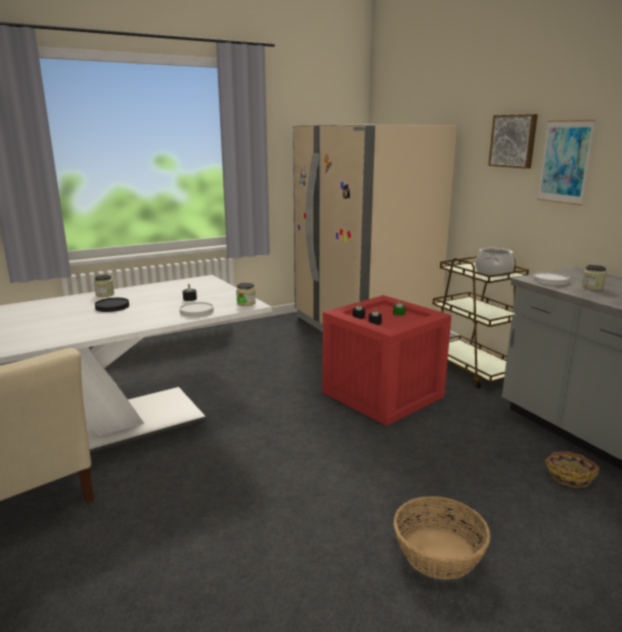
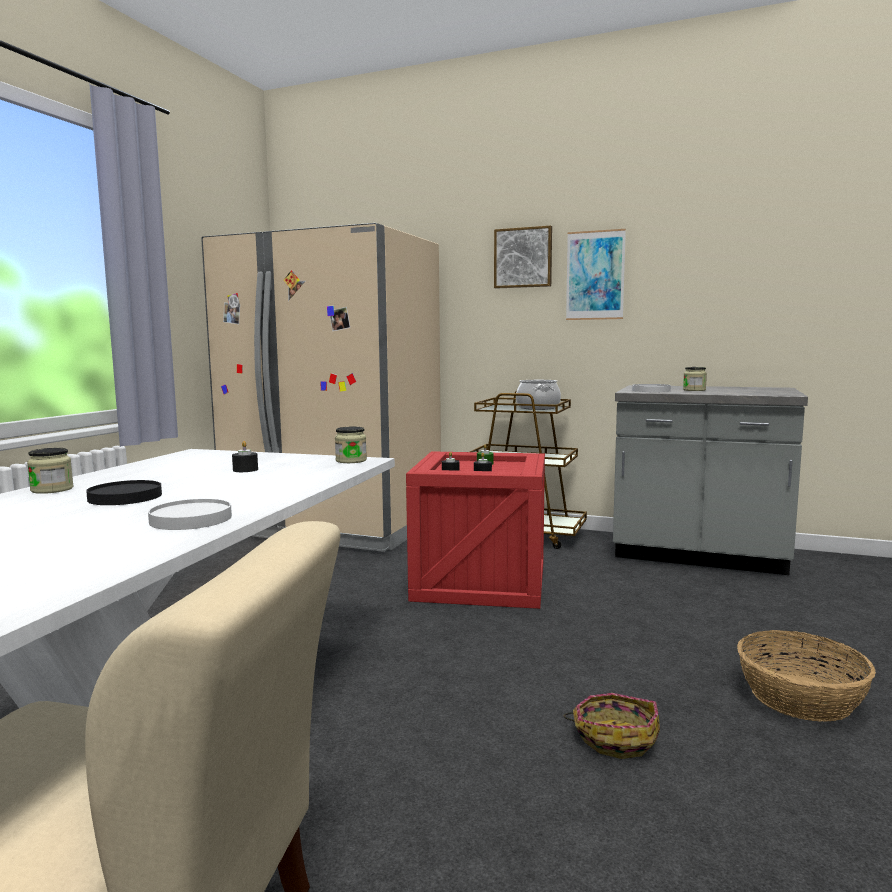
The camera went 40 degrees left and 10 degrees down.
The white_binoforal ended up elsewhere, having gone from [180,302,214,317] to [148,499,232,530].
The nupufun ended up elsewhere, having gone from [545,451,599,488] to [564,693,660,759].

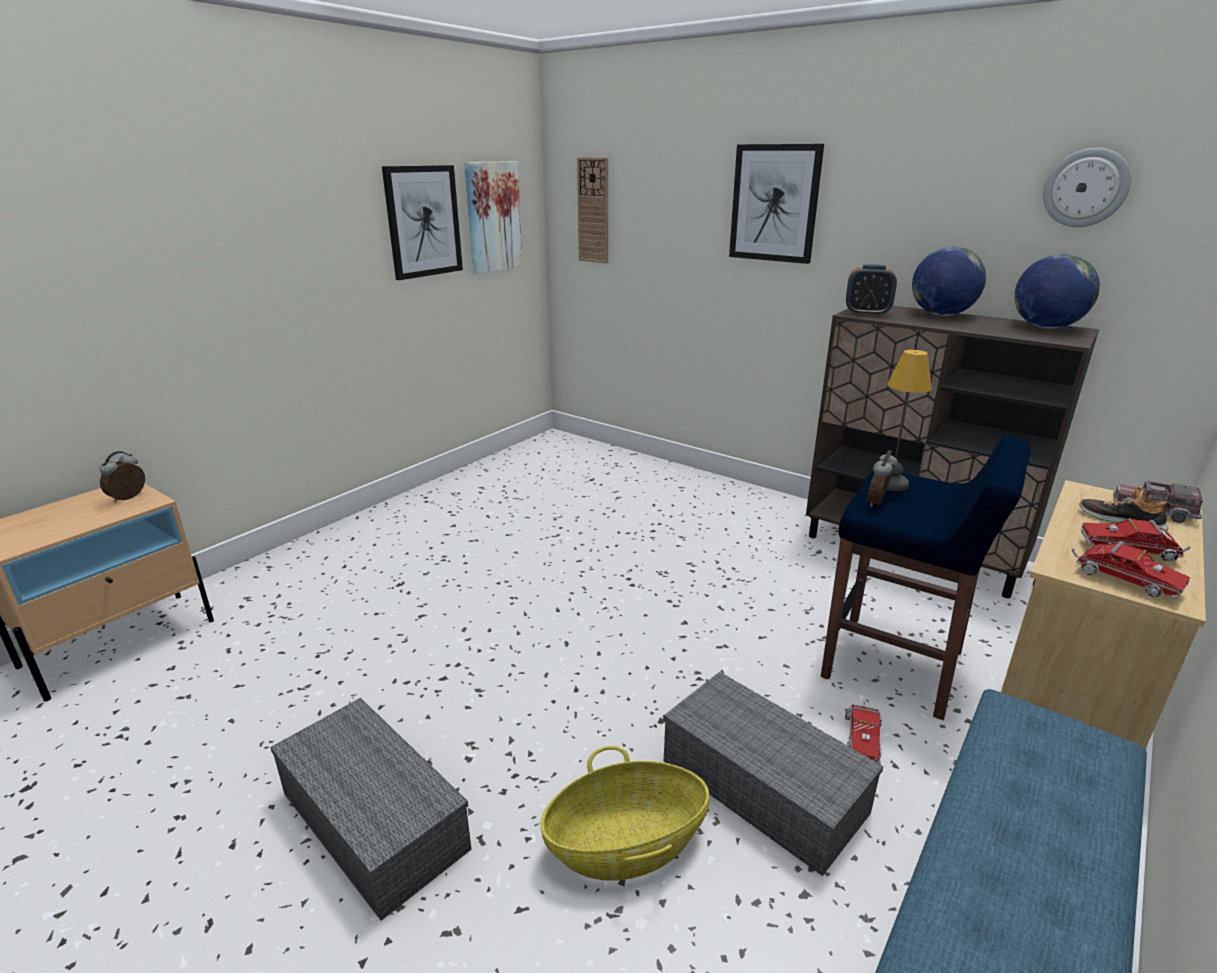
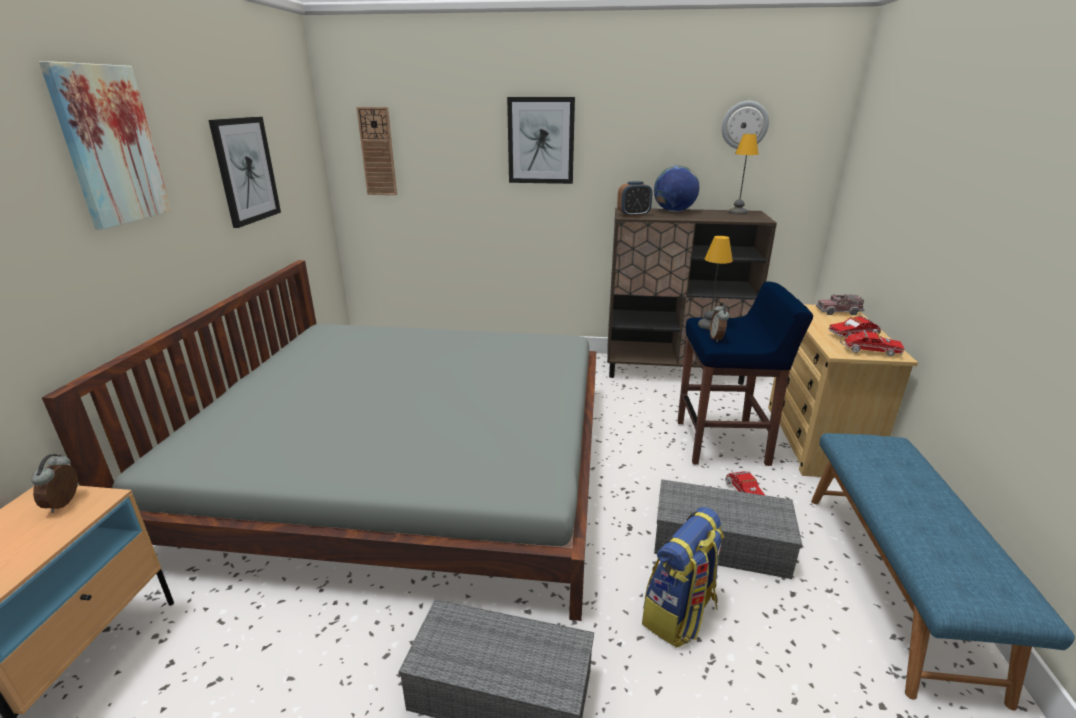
The camera went 30 degrees left and 0 degrees up.
The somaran ended up elsewhere, having gone from [464,161,523,274] to [39,61,172,230].
Where the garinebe stood at [1014,254,1100,329], the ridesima came to stand at [728,134,759,215].
The second view lost the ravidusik at [1080,487,1171,531].
Where the nupufun stood at [540,746,709,880], the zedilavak came to stand at [642,507,724,648].
The second view gained the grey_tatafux at [42,260,597,621].

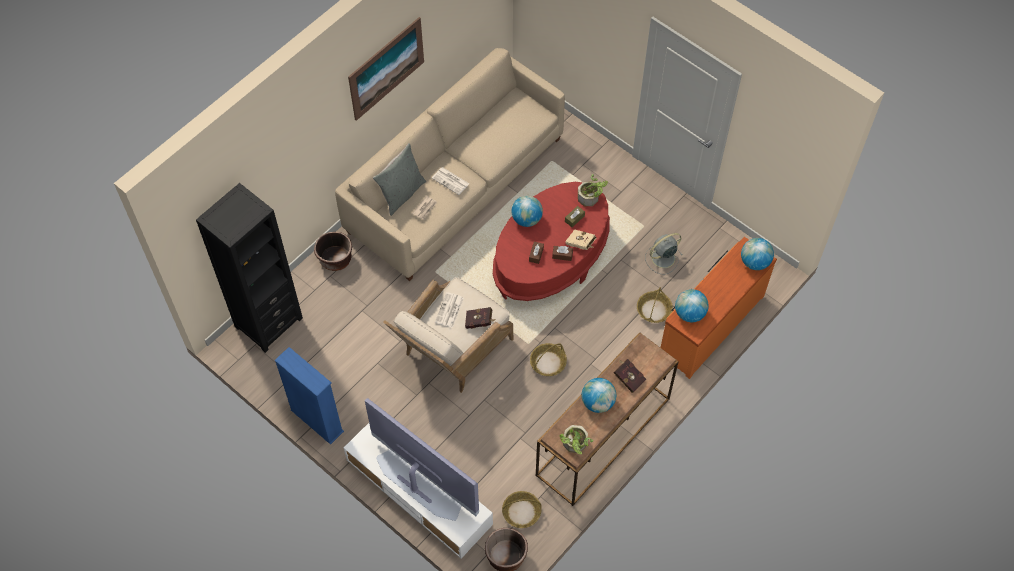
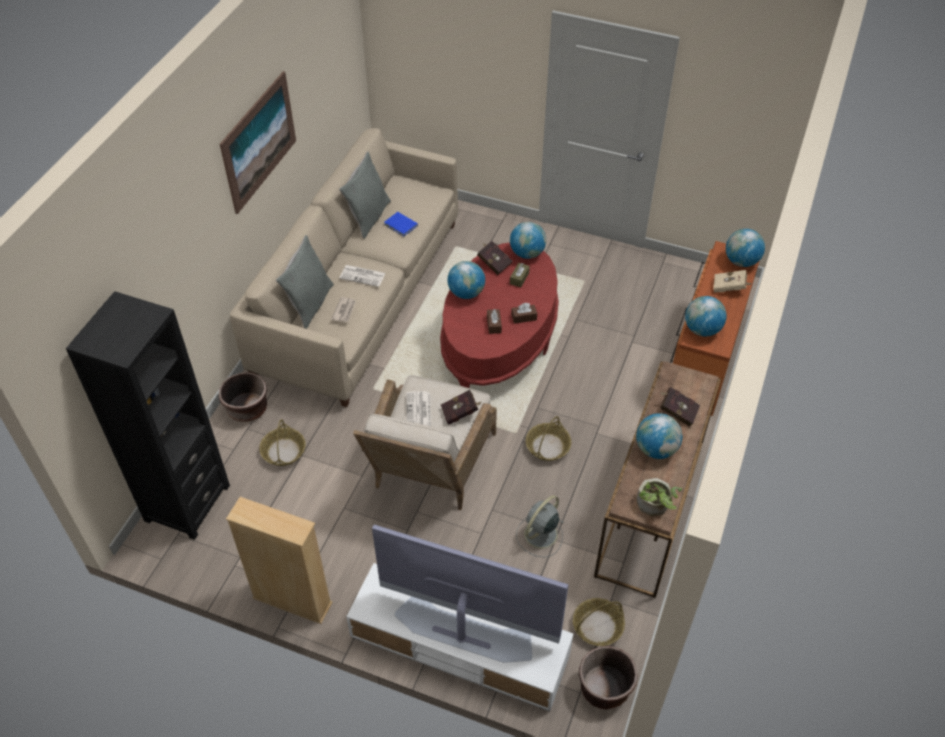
The camera went 20 degrees left and 10 degrees down.
Where the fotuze stood at [578,174,608,206], the garinebe came to stand at [510,222,546,259].
The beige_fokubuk ended up elsewhere, having gone from [565,229,596,250] to [713,270,752,293].
The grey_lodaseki ended up elsewhere, having gone from [645,233,683,275] to [516,495,564,557].
The nupufun ended up elsewhere, having gone from [637,287,673,323] to [259,419,306,466].
What was the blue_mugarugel at [275,347,344,445] turned into the beige_mugarugel at [226,497,332,624].
The second view gained the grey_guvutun at [339,152,391,239].
The second view gained the blue_fokubuk at [384,212,418,236].
The second view gained the red_fokubuk at [477,241,513,275].

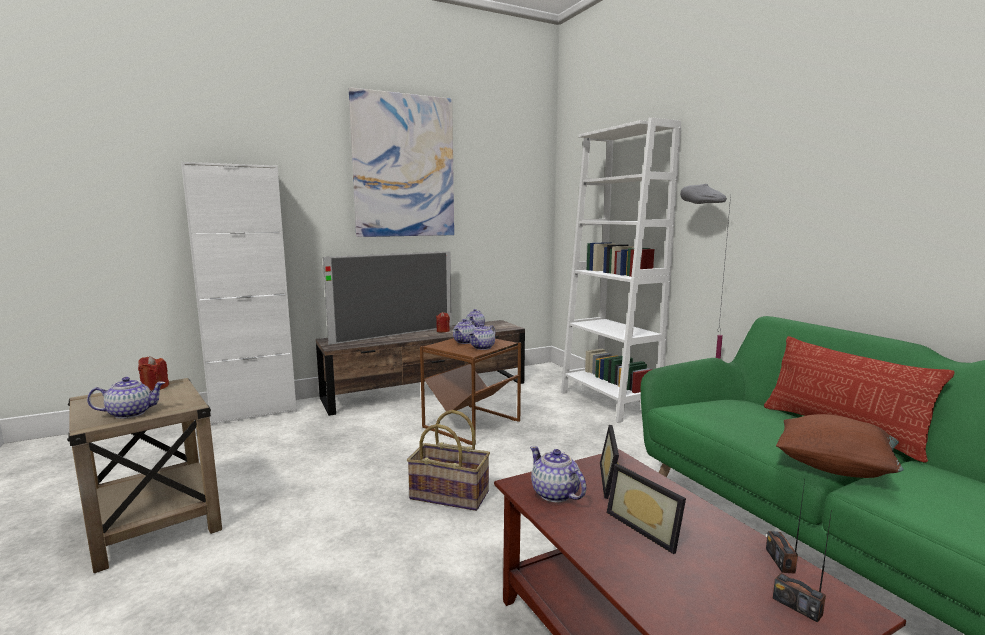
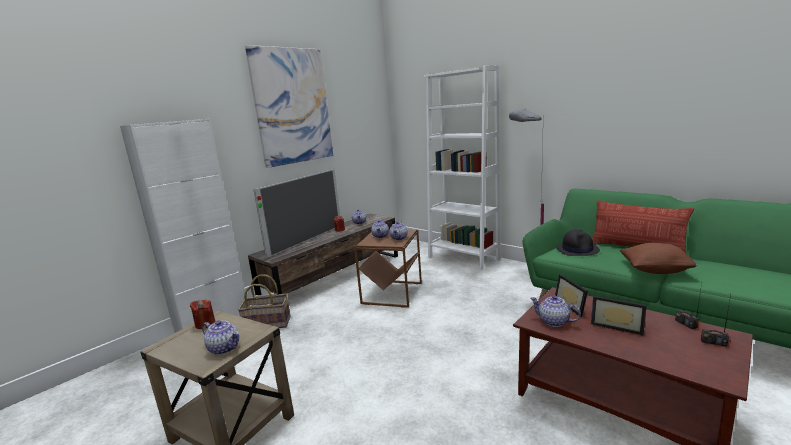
The camera went 20 degrees left and 5 degrees up.
The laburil at [87,377,165,419] ended up facing another way, 75 degrees clockwise from before.
The nupufun ended up elsewhere, having gone from [407,410,490,511] to [238,274,291,328].
The second view gained the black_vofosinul at [556,230,600,256].

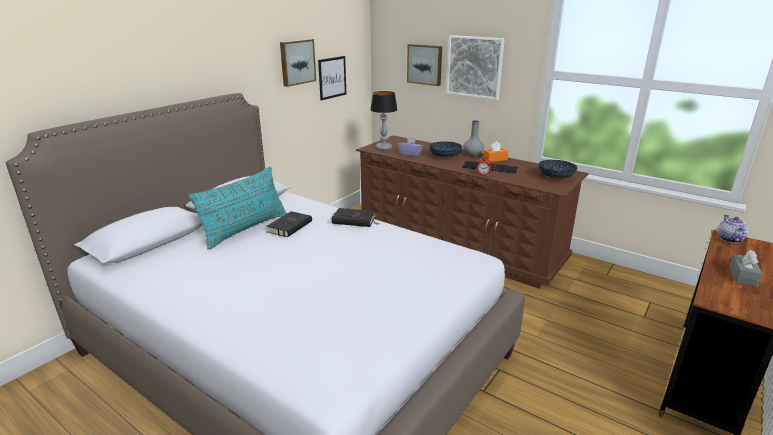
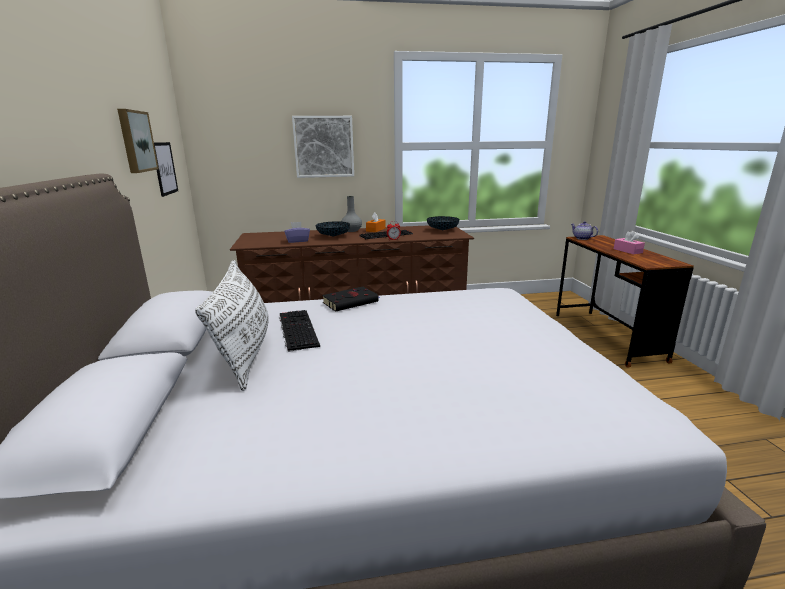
The camera went 45 degrees left and 5 degrees down.
The second view lost the somaran at [407,44,442,86].
The second view lost the ridesima at [370,91,398,150].
What was the turquoise_guvutun at [189,167,287,250] turned into the white_guvutun at [195,260,269,391].
Where the black_fokubuk stood at [266,211,312,237], the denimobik came to stand at [279,310,320,352].
What was the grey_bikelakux at [729,250,762,287] turned into the pink_bikelakux at [614,231,645,255].

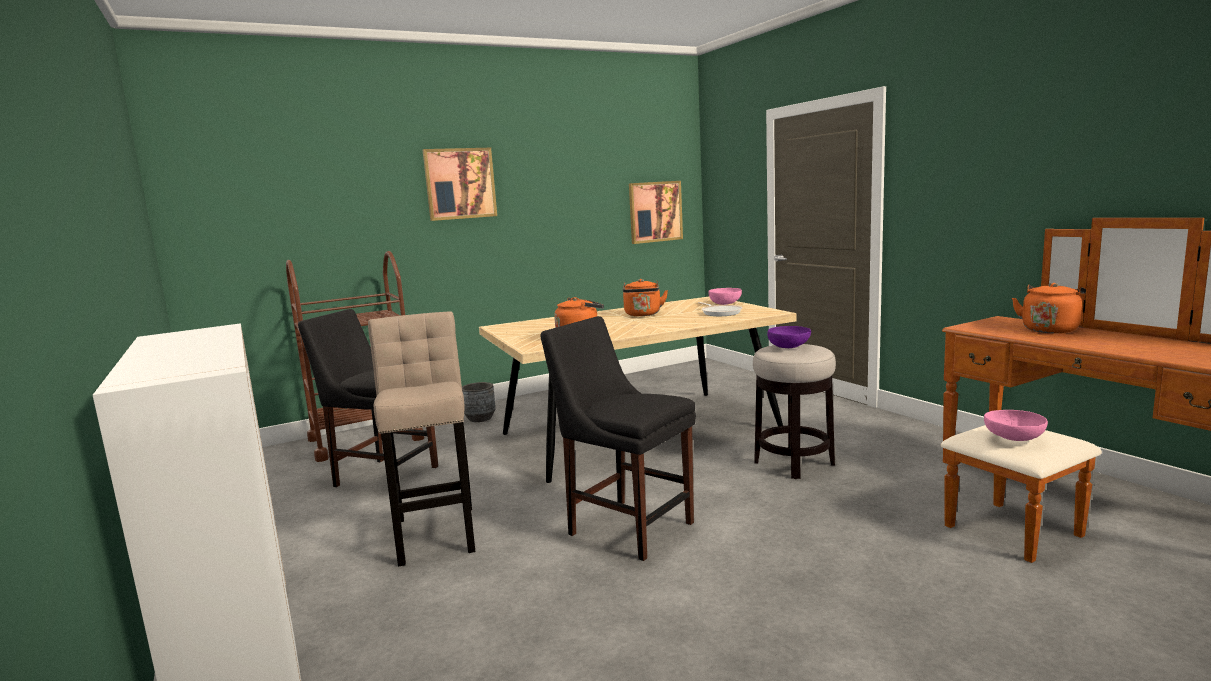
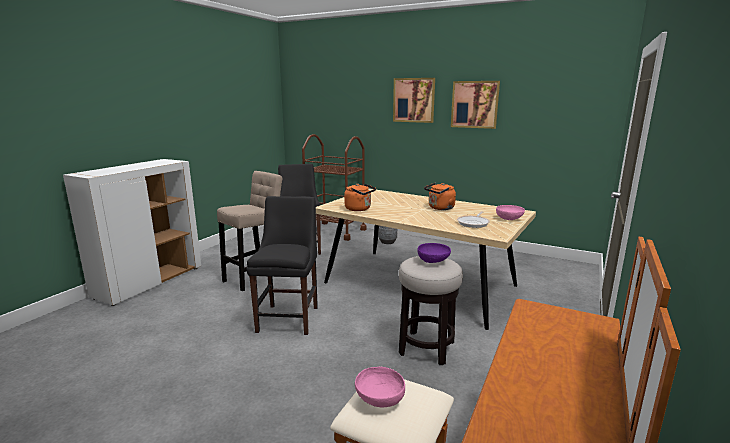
The camera went 55 degrees right and 5 degrees up.
The somaran ended up elsewhere, having gone from [629,181,683,244] to [451,81,500,129].
The second view lost the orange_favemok at [1012,283,1086,333].

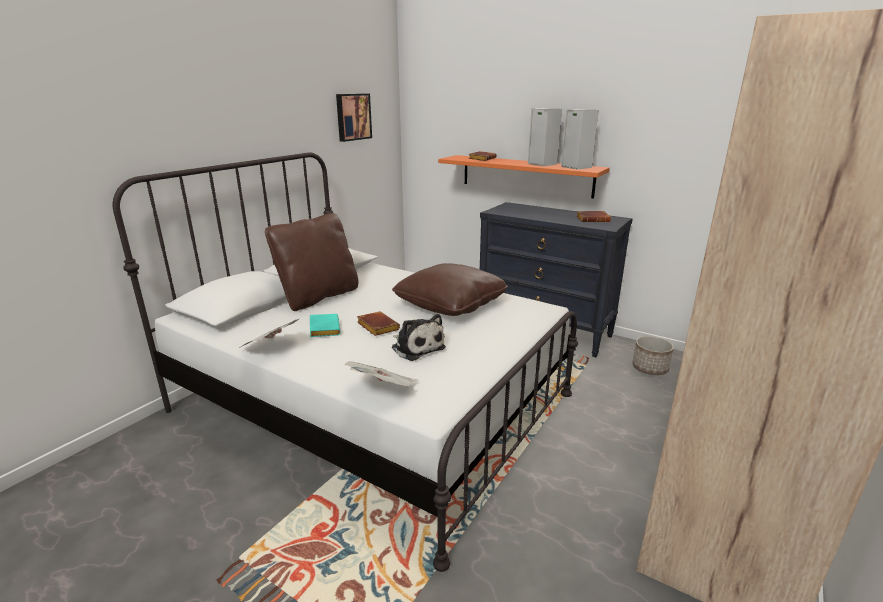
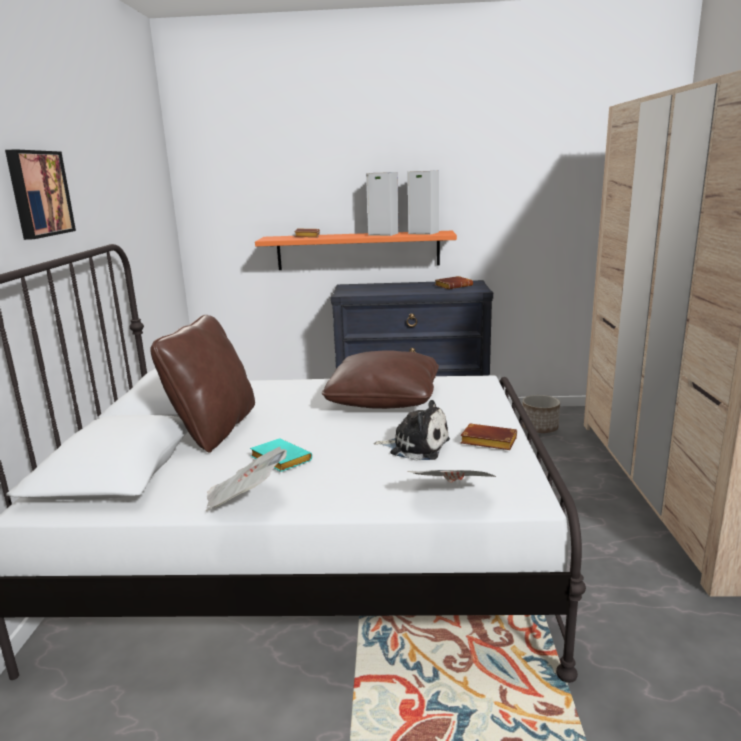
The camera went 30 degrees left and 5 degrees down.
The somaran ended up elsewhere, having gone from [336,94,372,142] to [5,149,76,240].
The brown_fokubuk ended up elsewhere, having gone from [357,311,400,336] to [460,424,517,450].

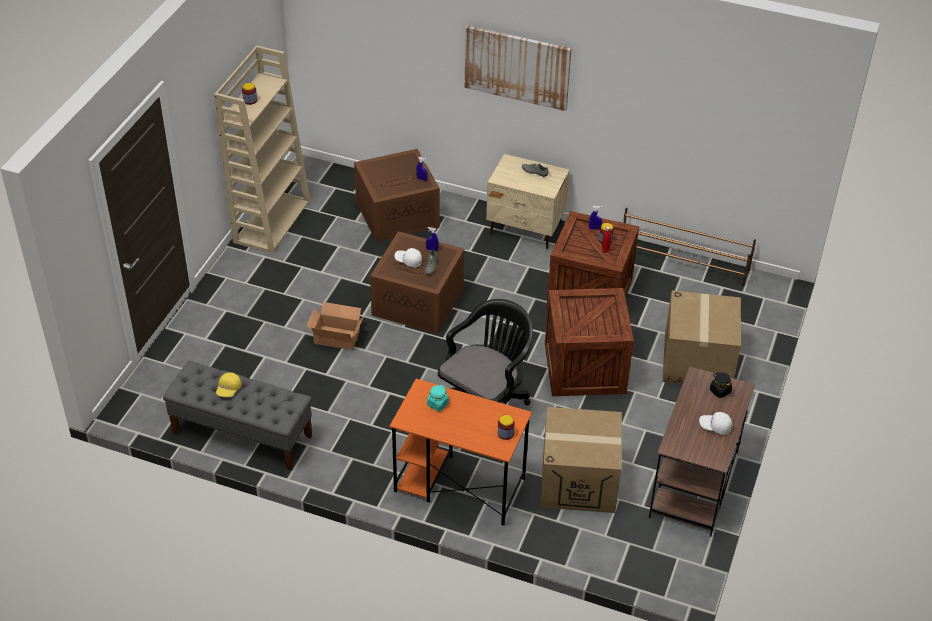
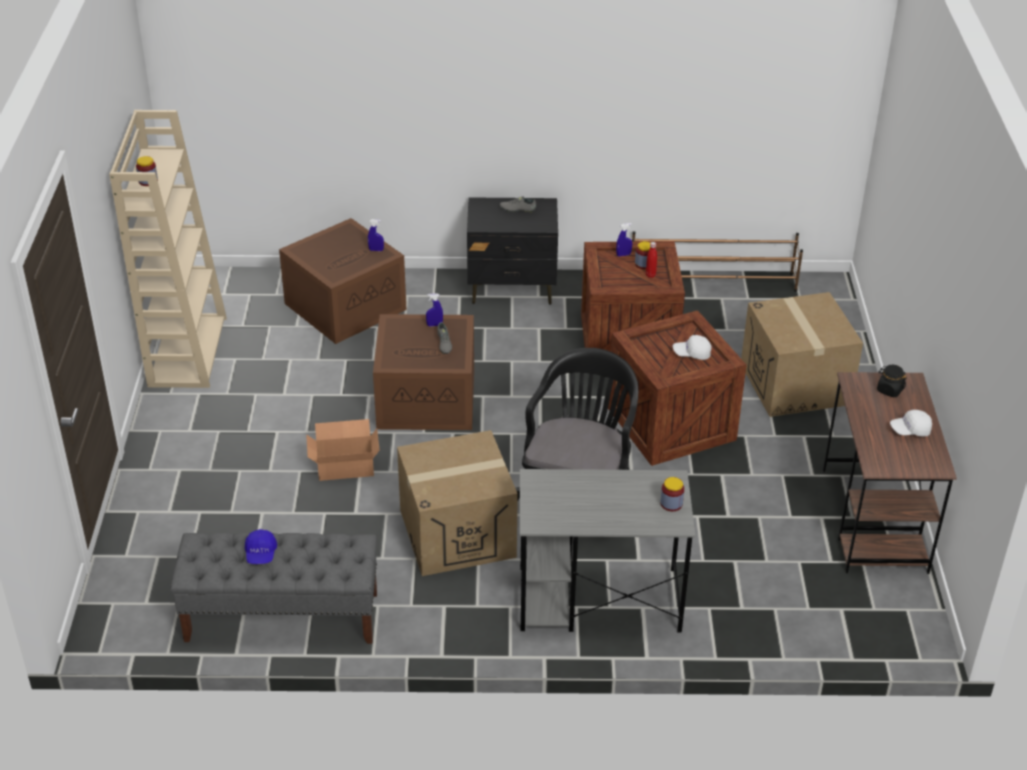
The camera went 20 degrees left and 5 degrees down.
The second view lost the somaran at [465,25,572,111].
What was the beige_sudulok at [486,154,570,250] turned into the black_sudulok at [467,197,558,305].
The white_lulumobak ended up elsewhere, having gone from [394,248,422,267] to [673,335,712,360].
What was the yellow_lulumobak at [216,373,242,397] turned into the blue_lulumobak at [245,529,277,564].
What was the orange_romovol at [390,379,532,526] turned into the grey_romovol at [520,469,695,633].
The second view lost the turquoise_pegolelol at [427,385,449,411].
The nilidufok ended up elsewhere, having gone from [540,407,622,513] to [397,430,518,576].

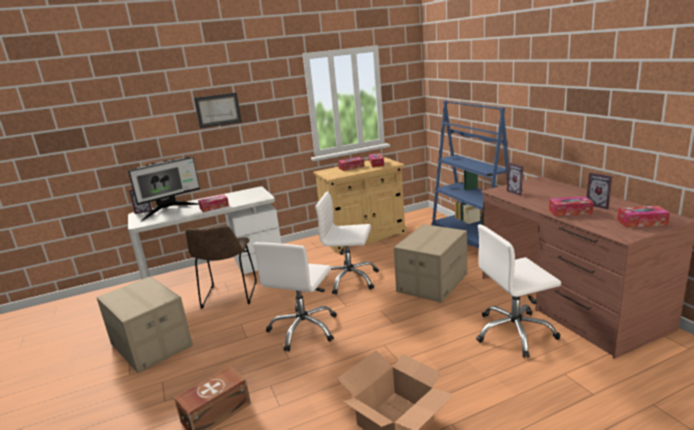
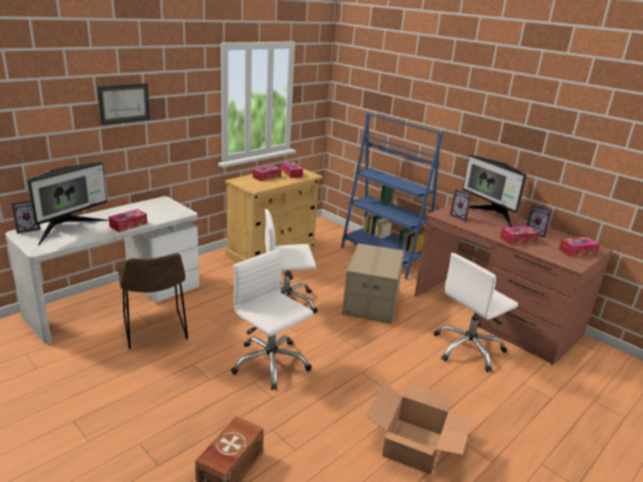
The camera went 25 degrees left and 5 degrees up.
The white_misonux at [253,242,337,352] ended up facing another way, 135 degrees clockwise from before.
The second view lost the nilidufok at [97,276,193,373].
The second view gained the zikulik at [462,155,527,227].

